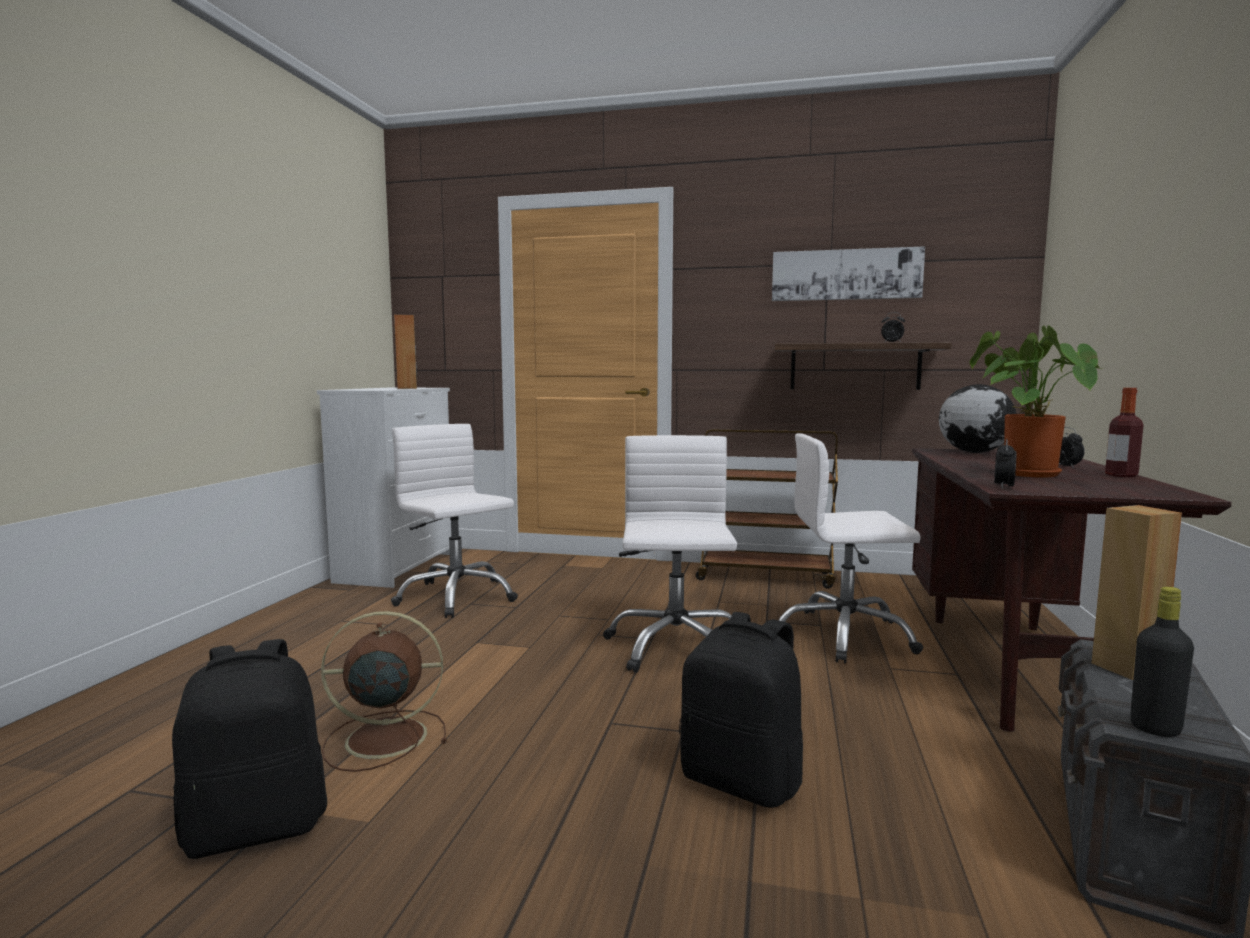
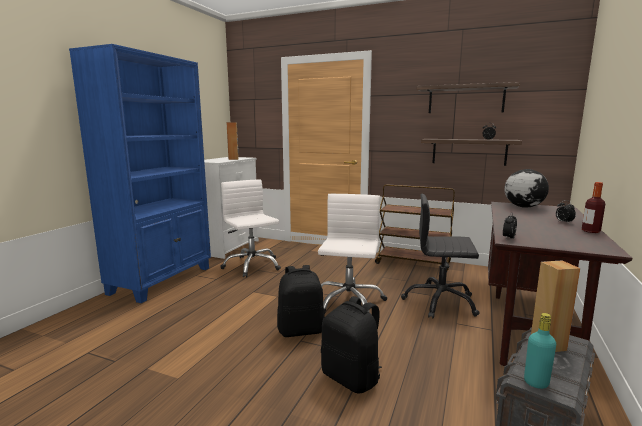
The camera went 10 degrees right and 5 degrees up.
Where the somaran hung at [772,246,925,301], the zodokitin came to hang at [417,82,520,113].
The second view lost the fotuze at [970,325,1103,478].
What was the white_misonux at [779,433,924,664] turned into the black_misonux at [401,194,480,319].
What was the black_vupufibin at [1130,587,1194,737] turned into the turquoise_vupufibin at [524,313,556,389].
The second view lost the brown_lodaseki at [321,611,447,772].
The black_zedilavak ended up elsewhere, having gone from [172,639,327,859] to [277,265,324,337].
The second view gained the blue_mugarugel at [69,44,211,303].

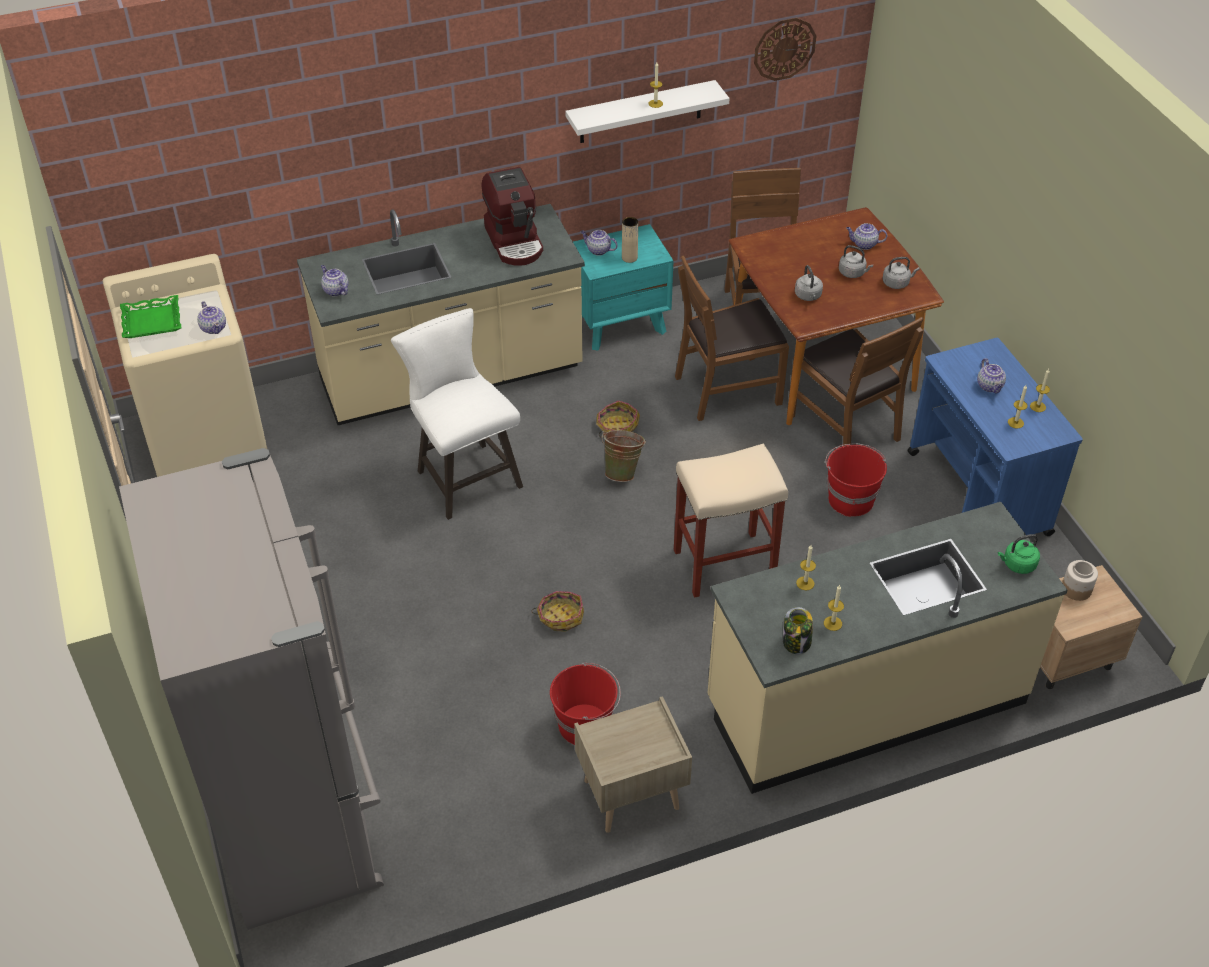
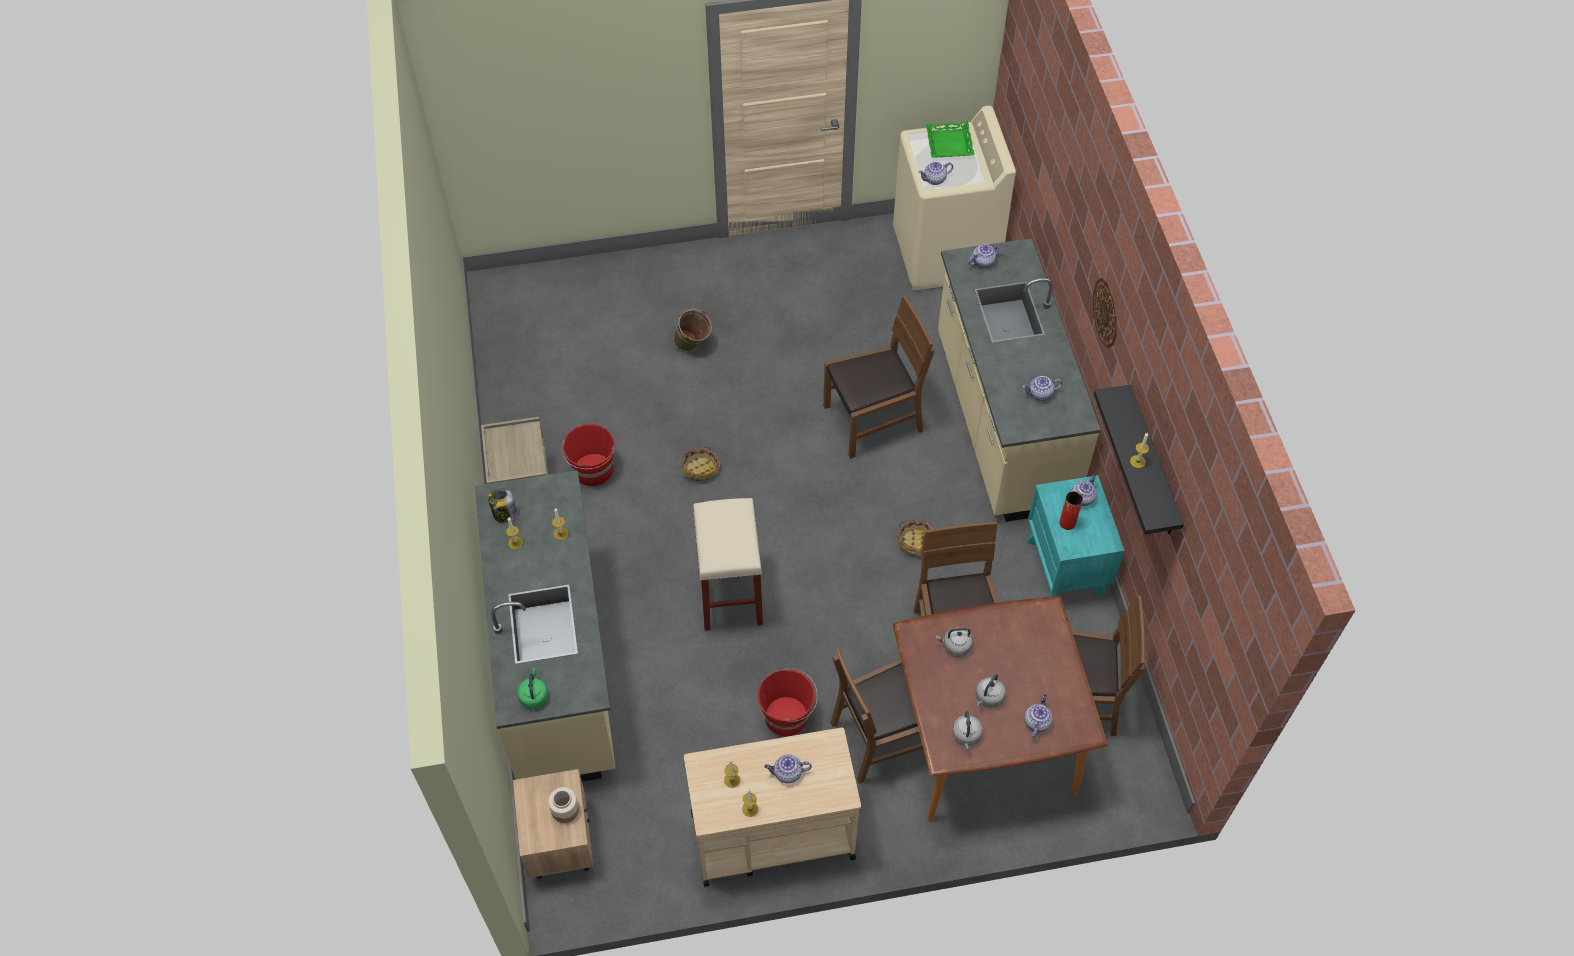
The camera went 100 degrees right and 10 degrees up.
The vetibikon ended up elsewhere, having gone from [754,18,816,81] to [1093,278,1117,348].
What was the white_zodokitin at [566,80,730,143] turned into the black_zodokitin at [1094,385,1184,534].
Where the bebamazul stood at [482,167,543,266], the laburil came to stand at [1022,376,1062,401].
What was the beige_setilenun at [622,217,638,263] turned into the red_setilenun at [1059,491,1083,530].
Where the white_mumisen stood at [391,308,523,520], the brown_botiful came to stand at [823,296,934,459].
What was the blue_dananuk at [907,338,1083,536] turned into the beige_dananuk at [684,728,861,887].
The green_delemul ended up elsewhere, having gone from [602,430,646,482] to [673,309,712,351].
The second view lost the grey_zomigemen at [119,448,384,930].

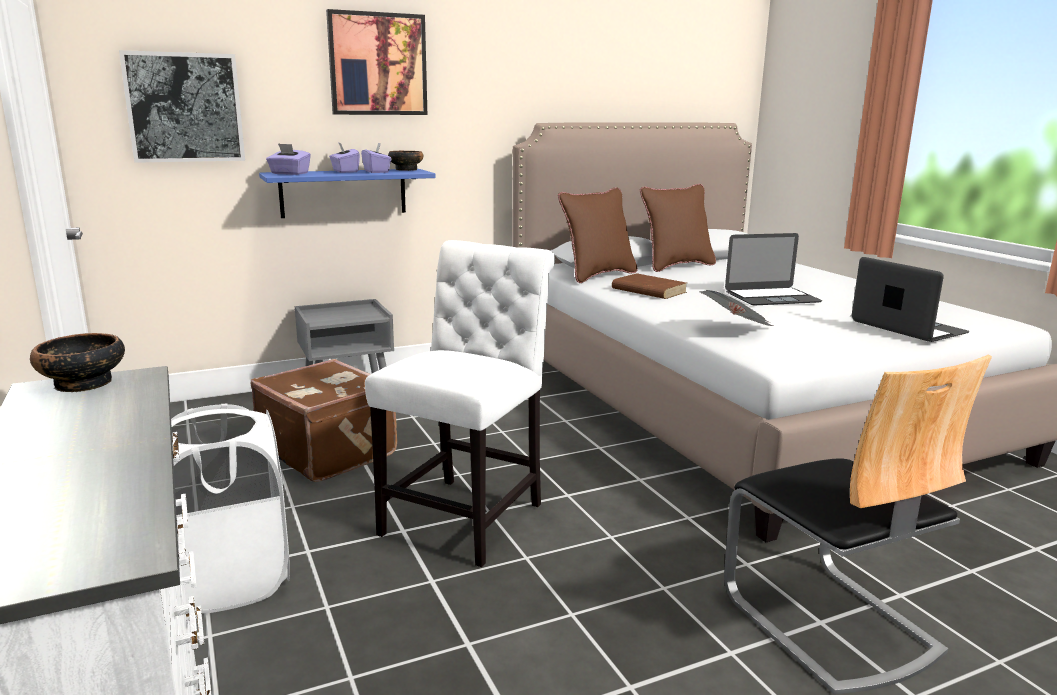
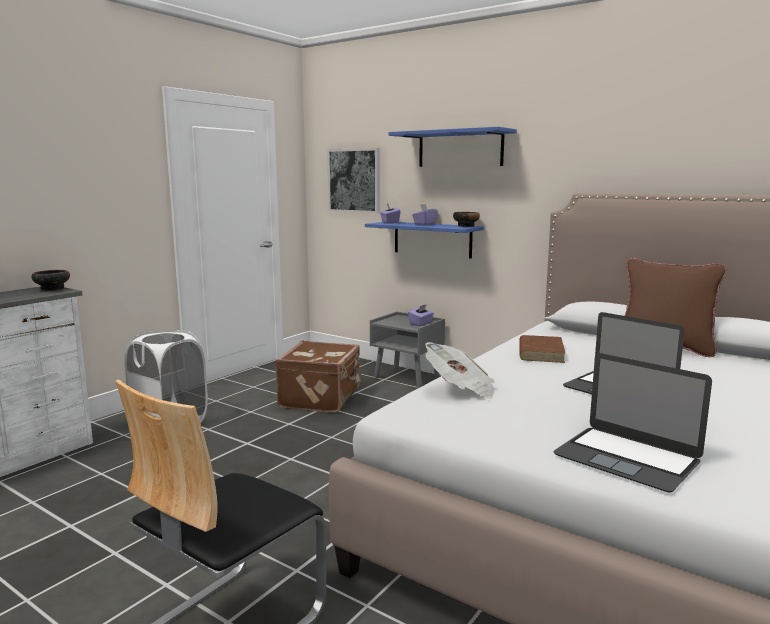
The camera went 60 degrees right and 5 degrees down.
Where the somaran hung at [326,9,427,115], the blue_zodokitin came to hang at [389,127,517,167].
The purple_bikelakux ended up elsewhere, having gone from [361,143,391,173] to [408,304,434,326].
The second view lost the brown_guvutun at [558,187,638,283].
The second view lost the white_botiful at [365,240,555,567].
The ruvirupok at [852,257,970,342] ended up facing another way, 105 degrees clockwise from before.

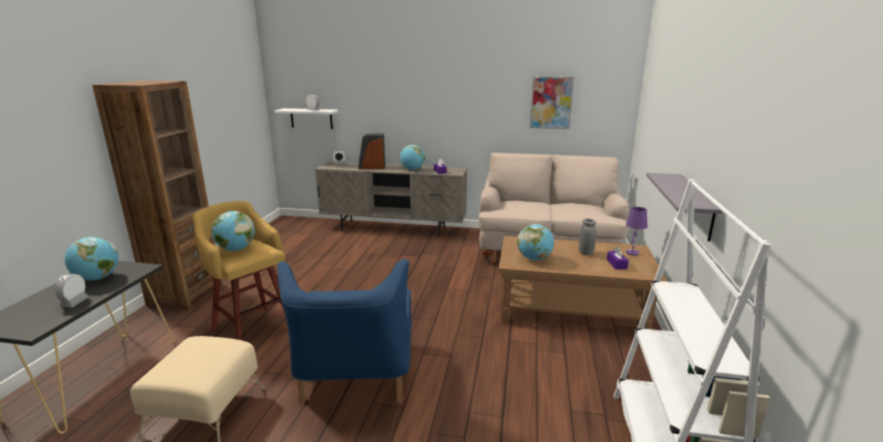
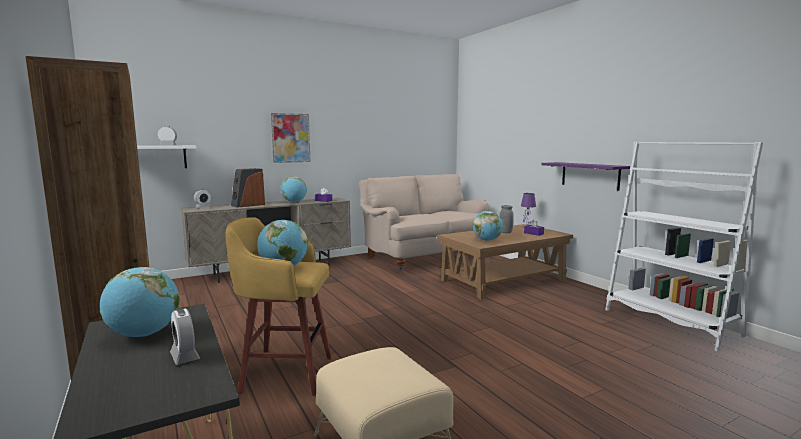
The camera went 40 degrees left and 10 degrees down.
The somaran ended up elsewhere, having gone from [530,76,574,129] to [271,113,311,163].
What was the grey_zodokitin at [646,173,722,242] turned into the purple_zodokitin at [541,162,630,191].
The second view lost the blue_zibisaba at [278,259,412,406].

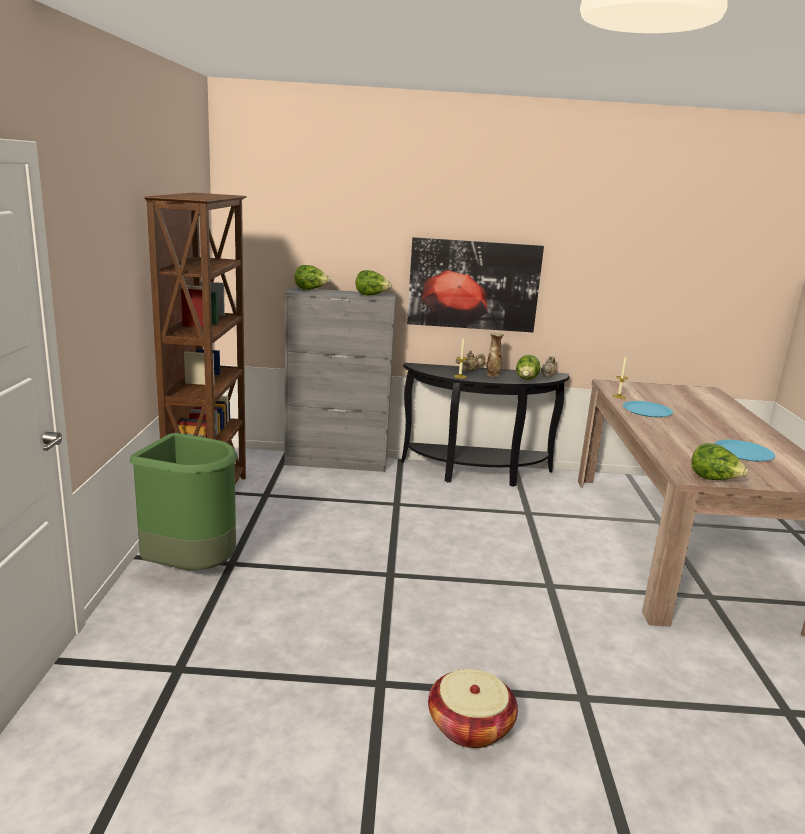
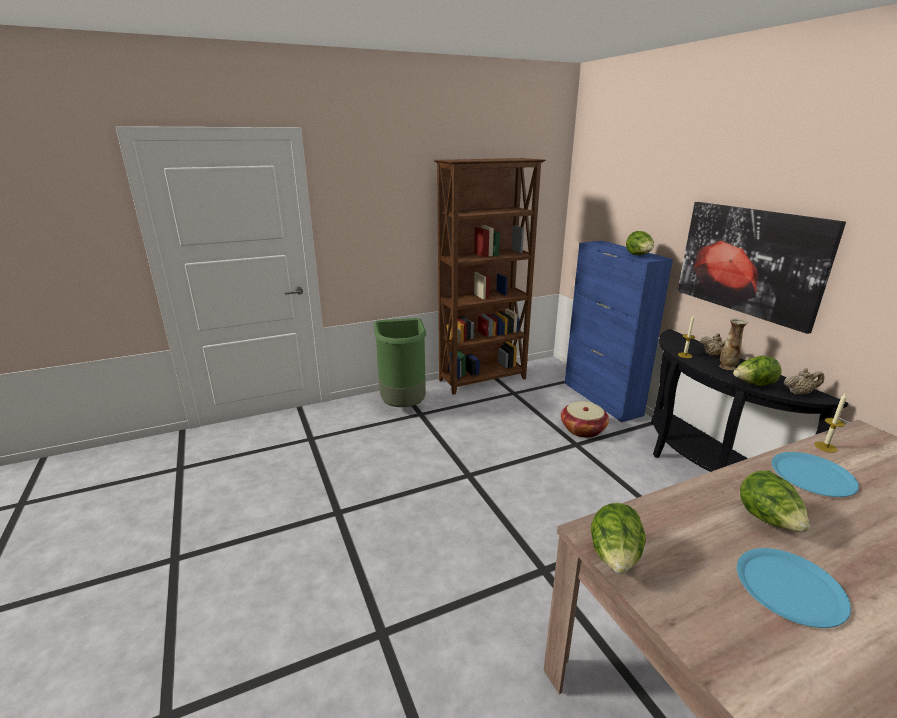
The camera went 65 degrees right and 5 degrees up.
The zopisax ended up elsewhere, having gone from [295,265,330,290] to [740,471,810,532].
What was the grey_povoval at [284,287,396,472] turned into the blue_povoval at [565,241,673,422].
The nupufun ended up elsewhere, having gone from [428,669,518,748] to [561,401,609,438].

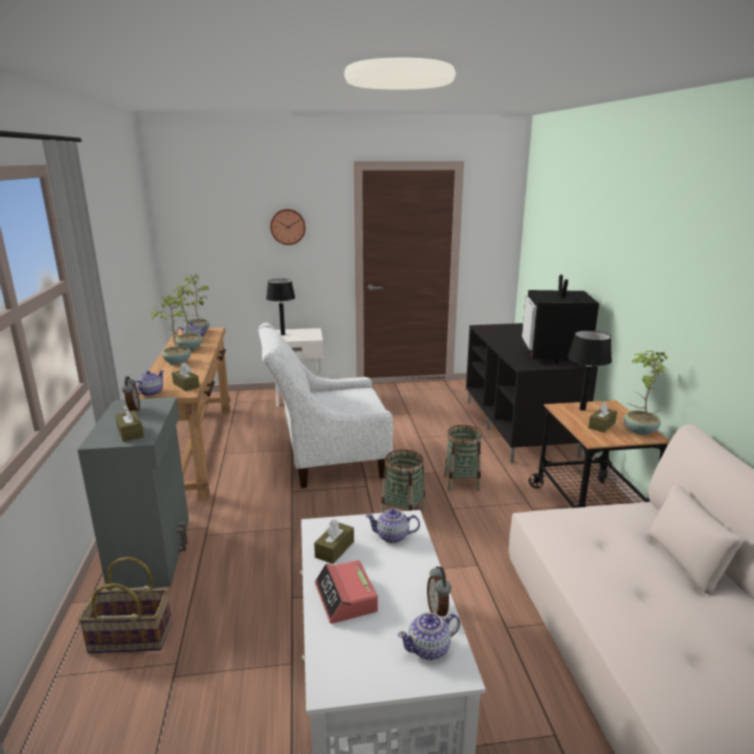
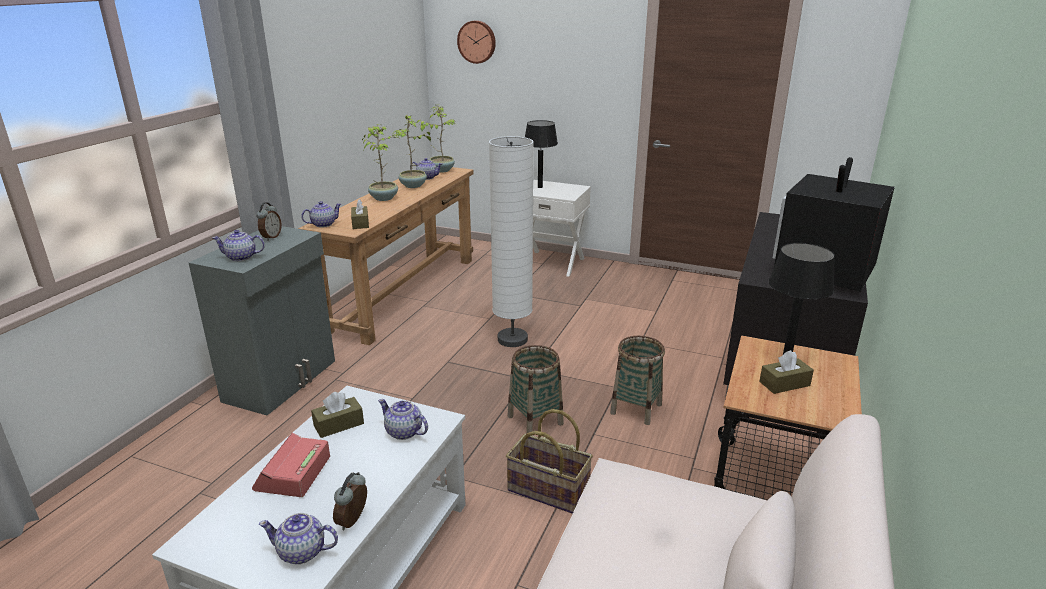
The camera went 30 degrees right and 5 degrees up.
The vetibikon ended up elsewhere, having gone from [270,209,306,245] to [457,20,496,64].
Where the white_zibisaba stood at [258,323,393,488], the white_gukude came to stand at [489,136,534,347].
The second view lost the fotuze at [624,351,668,435].
Where the brown_bikelakux stood at [115,405,144,442], the laburil came to stand at [212,230,265,261].
The nupufun ended up elsewhere, having gone from [78,557,172,653] to [506,409,593,514].

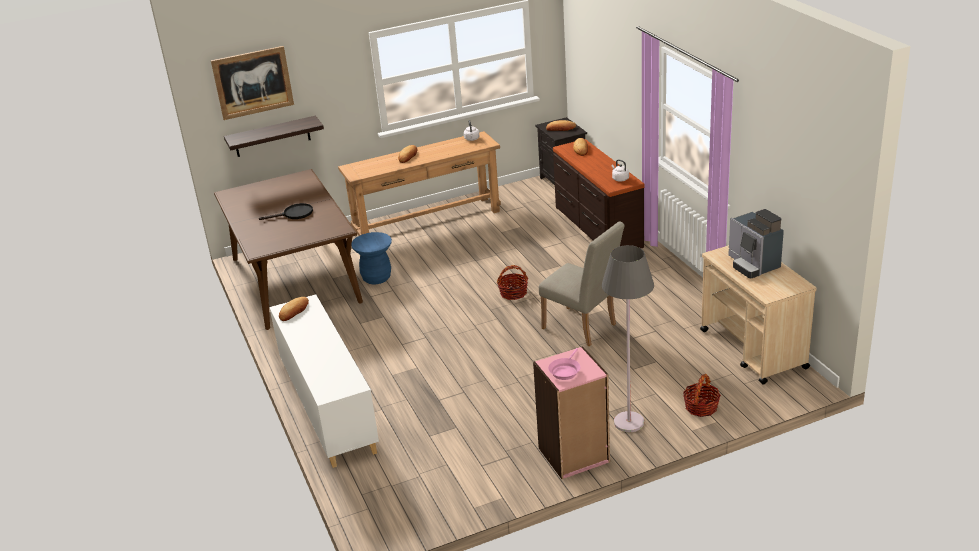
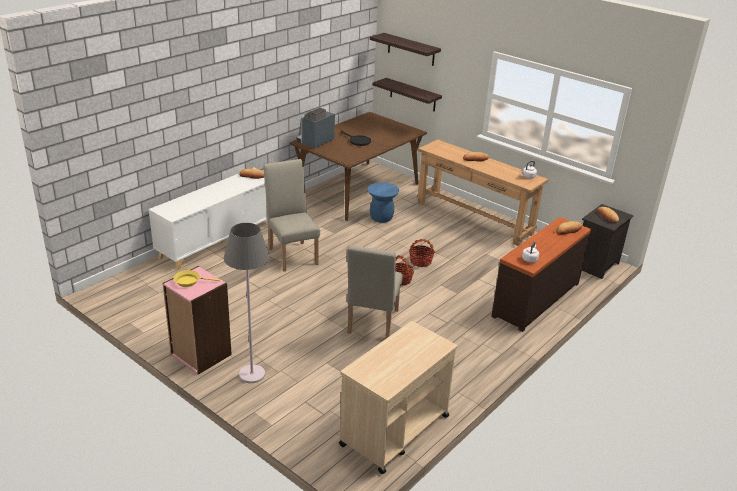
The camera went 60 degrees right and 0 degrees up.
Where the somaran hung at [211,46,294,120], the zodokitin came to hang at [370,33,441,66].
The bebamazul ended up elsewhere, having gone from [728,209,784,278] to [296,108,335,148].
What was the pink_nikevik at [548,348,580,380] turned into the yellow_nikevik at [173,270,220,287].
The nupufun ended up elsewhere, having gone from [683,374,721,417] to [409,239,435,267].
The second view gained the beige_botiful at [263,159,320,272].

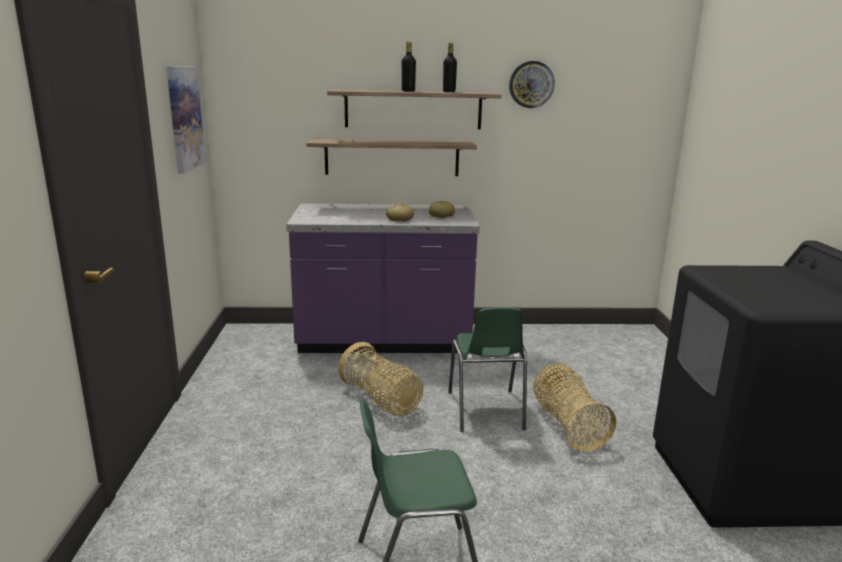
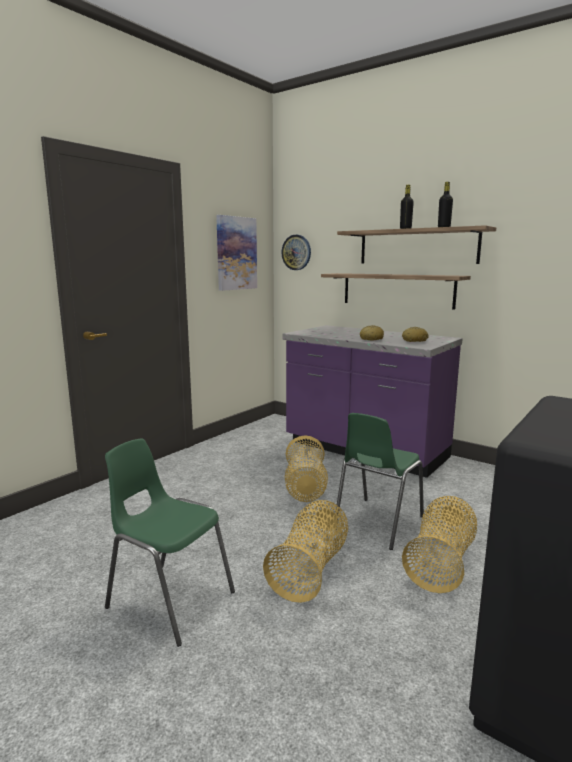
The camera went 40 degrees right and 5 degrees down.
The vetibikon ended up elsewhere, having gone from [509,61,555,108] to [281,235,311,270].
The second view gained the nupufun at [263,500,348,603].

